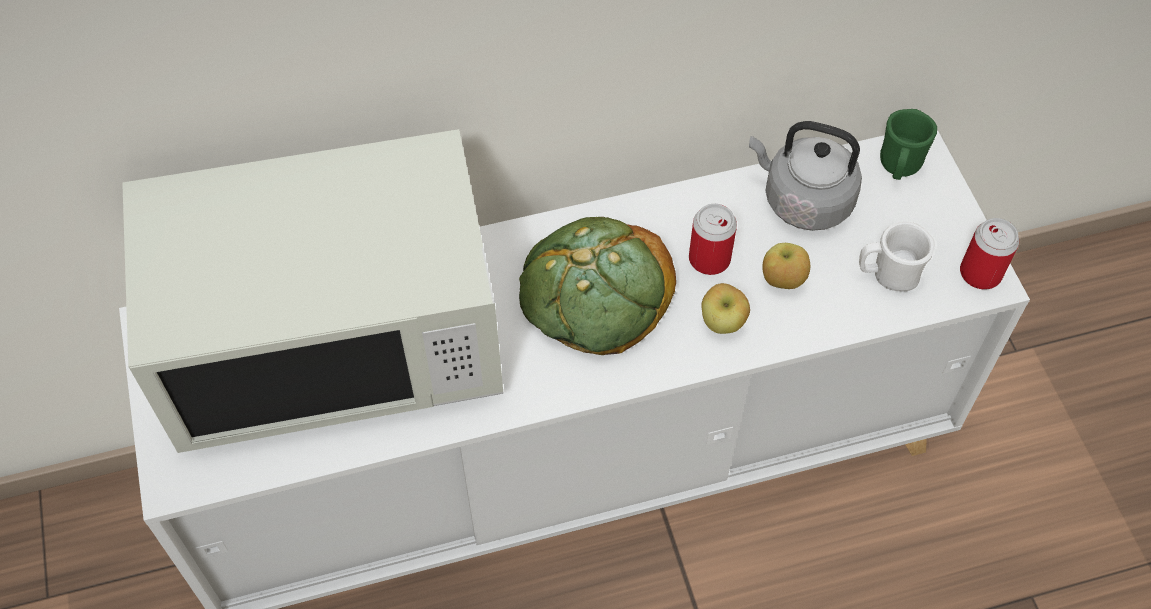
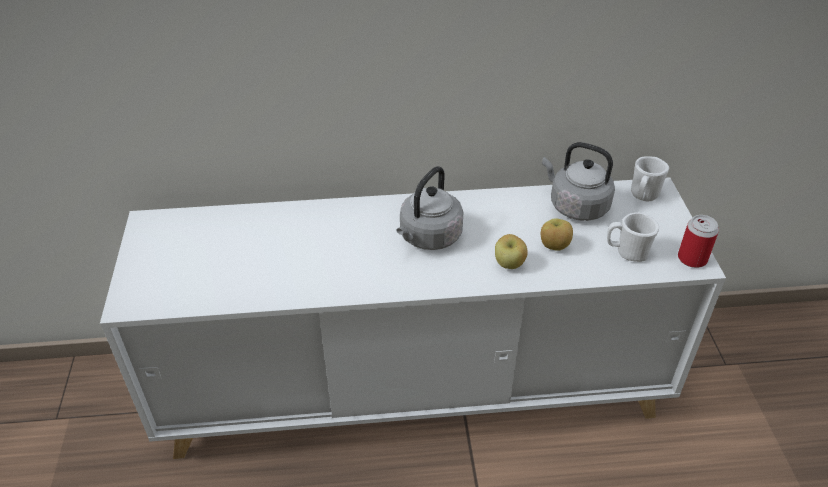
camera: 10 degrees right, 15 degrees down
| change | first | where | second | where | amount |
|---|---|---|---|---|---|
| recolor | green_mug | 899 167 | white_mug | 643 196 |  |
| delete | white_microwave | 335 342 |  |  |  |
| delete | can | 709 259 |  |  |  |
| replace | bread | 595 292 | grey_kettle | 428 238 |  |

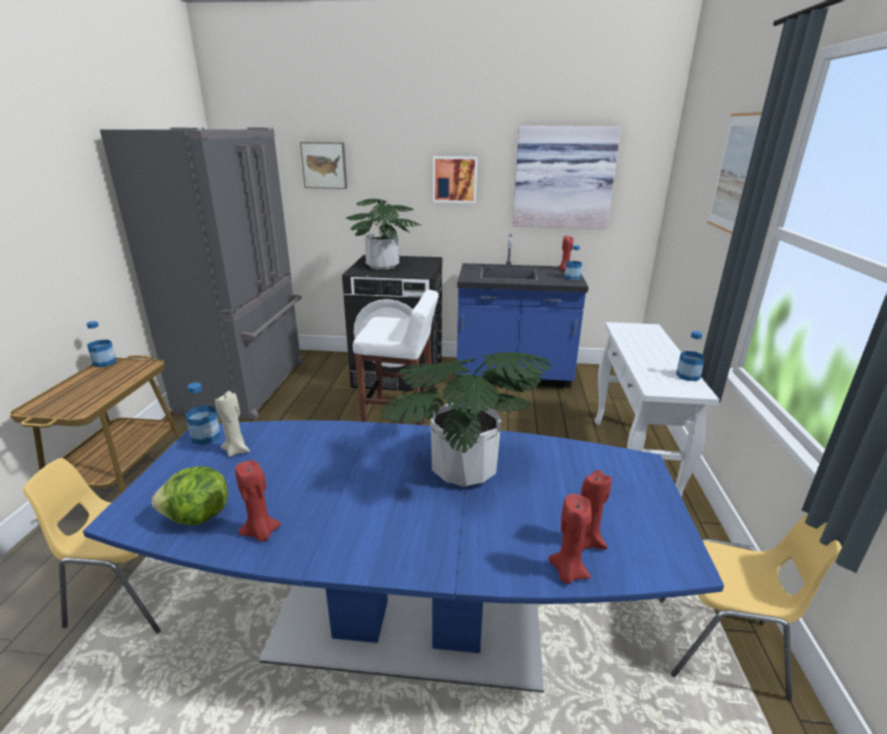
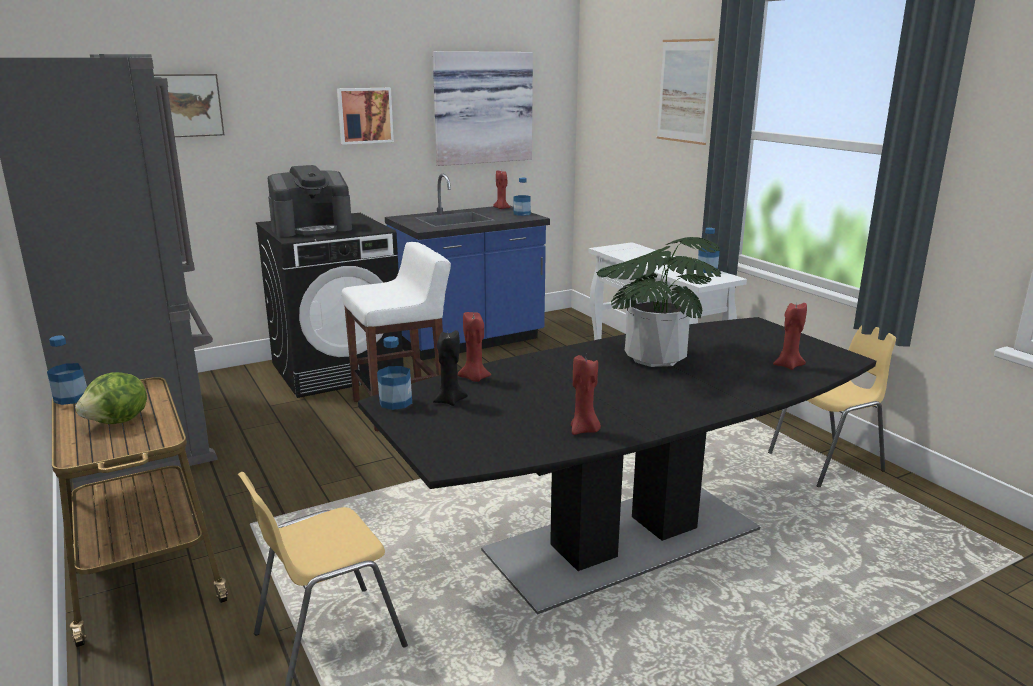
camera: 35 degrees left, 5 degrees down
| change | first | where | second | where | amount |
|---|---|---|---|---|---|
| replace | potted_plant | 382 266 | coffee_machine | 312 229 |  |
| recolor | beige_candle | 236 450 | black_candle | 449 401 |  |
| recolor | blue_dining_table | 408 627 | black_dining_table | 624 540 |  |
| move | lettuce | 198 517 |  | 118 422 |  |
| move | red_candle | 567 573 |  | 474 378 |  |

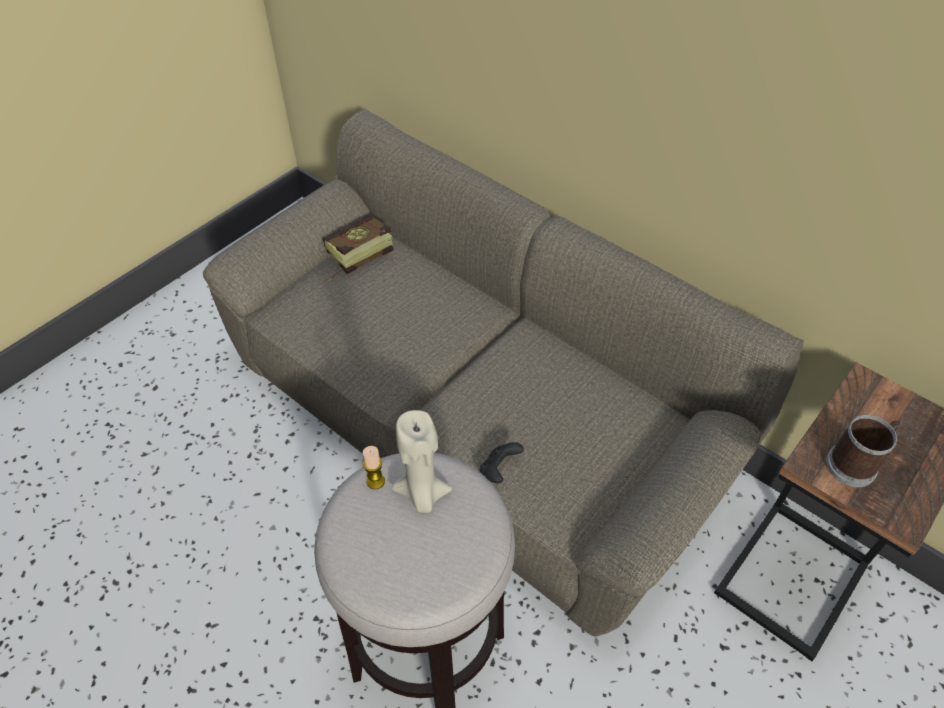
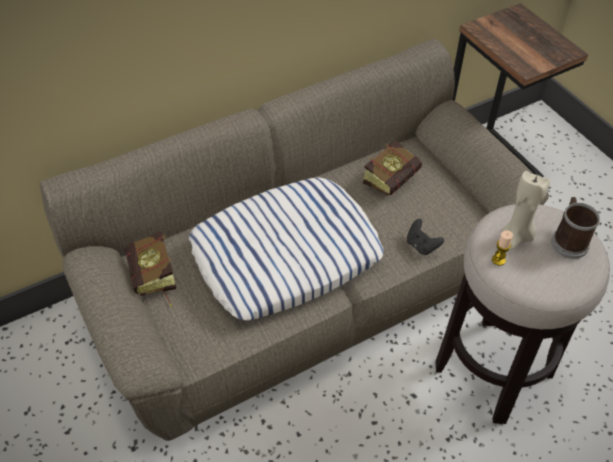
camera: 70 degrees left, 0 degrees up
| change | first | where | second | where | amount |
|---|---|---|---|---|---|
| move | mug | 855 464 |  | 568 240 |  |
| insert |  |  | book | 394 178 |  |
| insert |  |  | pillow | 286 254 |  |

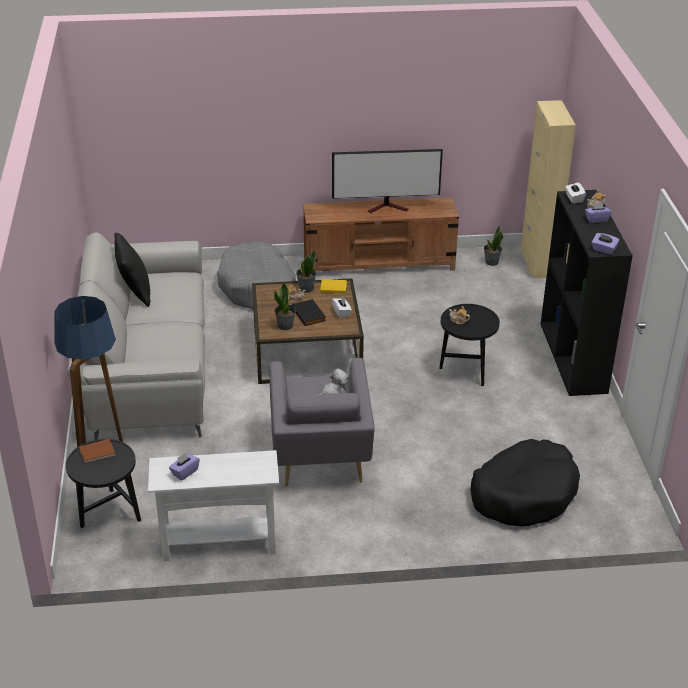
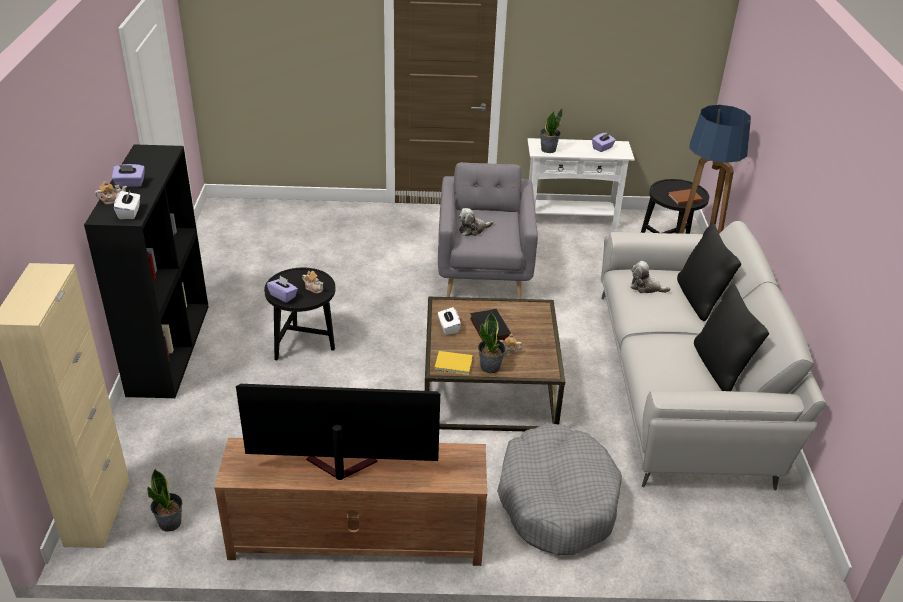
camera: 175 degrees left, 0 degrees up
| change | first | where | second | where | amount |
|---|---|---|---|---|---|
| move | purple_tissue_box | 603 250 |  | 283 296 |  |
| move | potted_plant | 285 325 |  | 548 149 |  |
| delete | black_dog_bed | 524 493 |  |  |  |
| insert |  |  | black_pillow | 700 300 |  |
| insert |  |  | plush_toy | 646 287 |  |

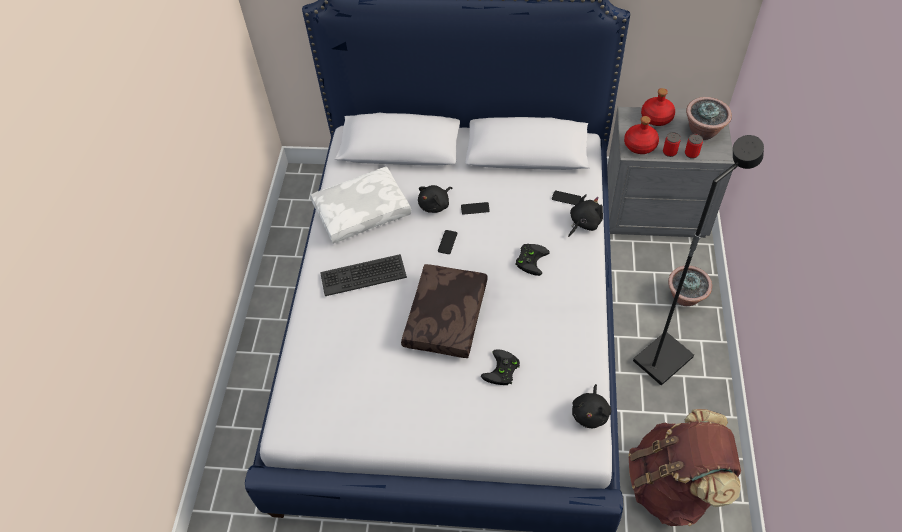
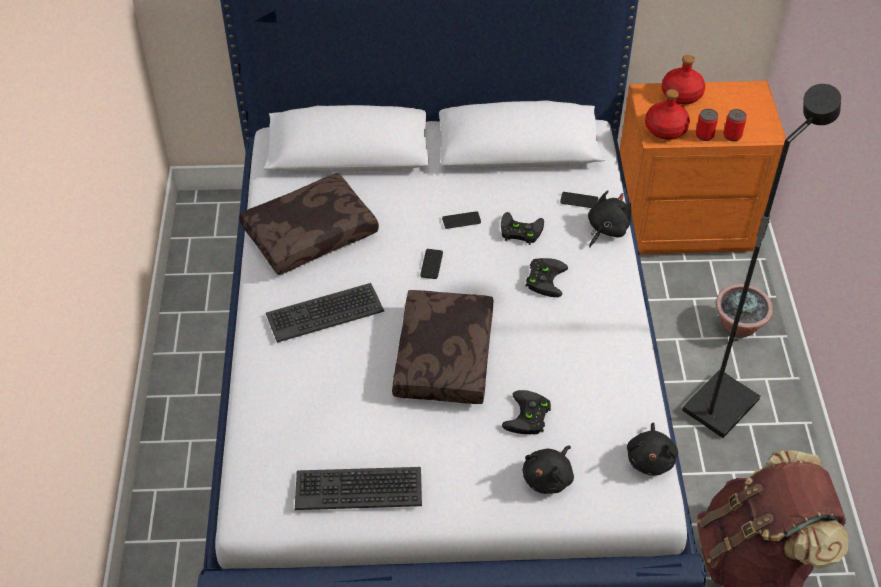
camera: 10 degrees left, 5 degrees down
| change | first | where | second | where | amount |
|---|---|---|---|---|---|
| delete | potted_plant | 703 131 |  |  |  |
| recolor | grey_nightstand | 654 210 | orange_nightstand | 683 221 |  |
| recolor | white_pillow | 362 210 | brown_pillow | 310 232 |  |
| move | black_plush_toy | 435 205 |  | 549 477 |  |
| insert |  |  | black_game_controller | 519 231 |  |
| insert |  |  | keyboard | 358 488 |  |

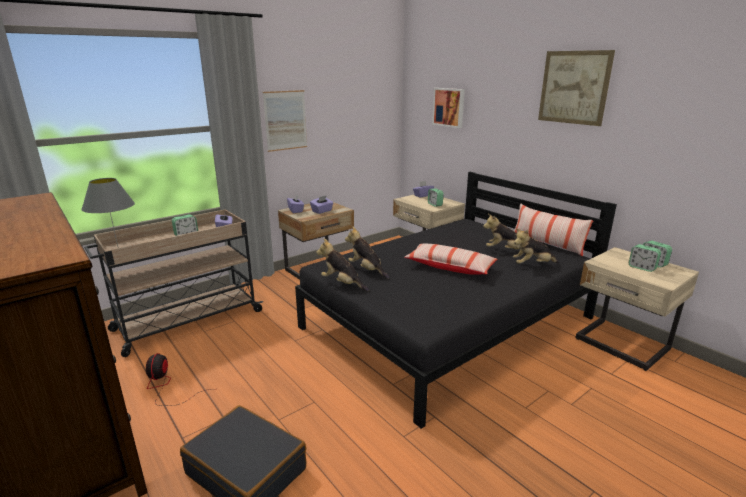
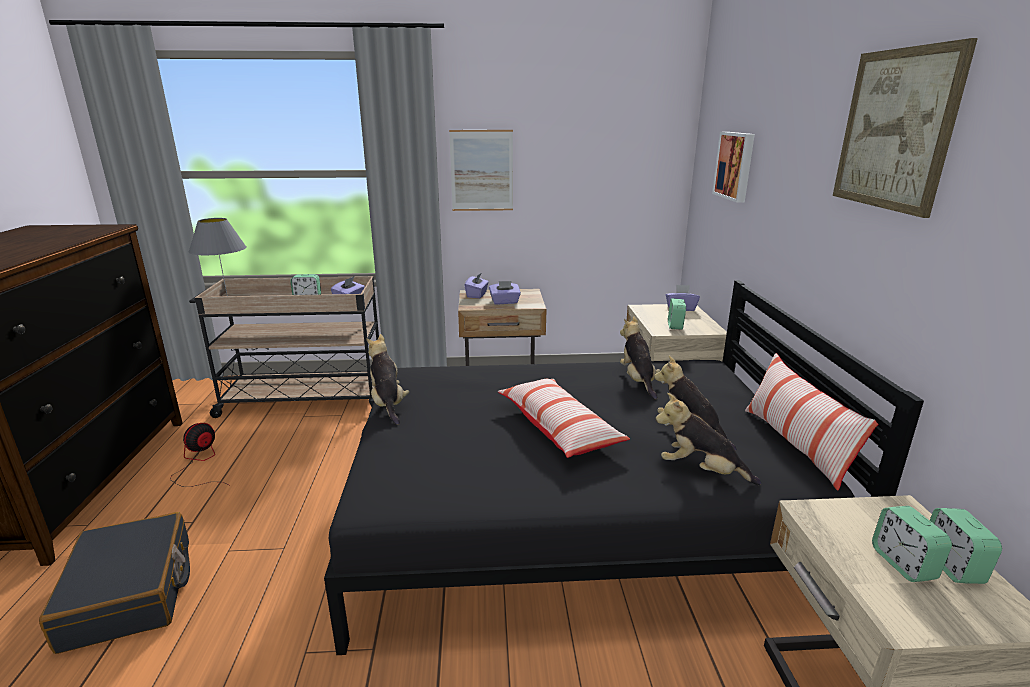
camera: 35 degrees right, 0 degrees up
| change | first | where | second | where | amount |
|---|---|---|---|---|---|
| move | plush_toy | 366 270 |  | 638 380 |  |

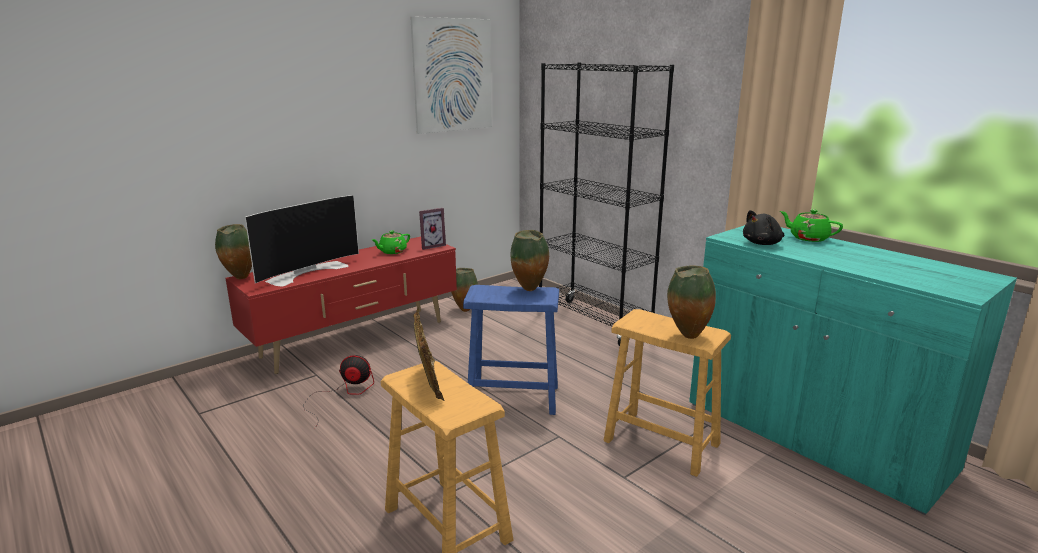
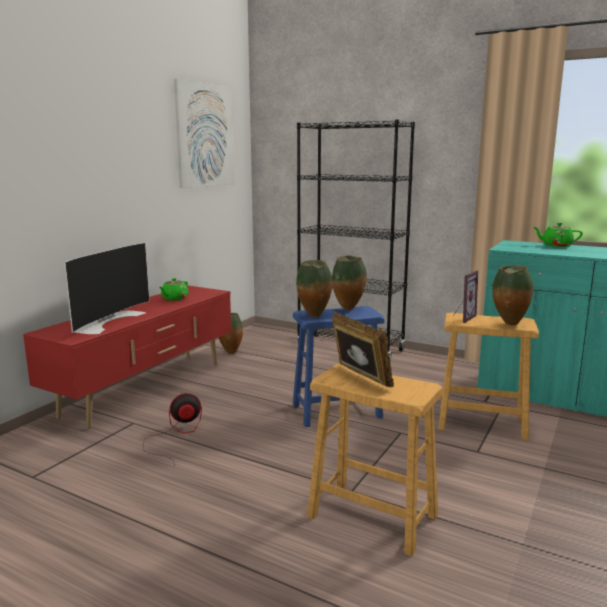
camera: 20 degrees left, 5 degrees down
| change | first | where | second | where | amount |
|---|---|---|---|---|---|
| move | picture_frame | 431 245 |  | 461 317 |  |
| delete | black_plush_toy | 763 243 |  |  |  |
| move | vase | 240 278 |  | 314 316 |  |

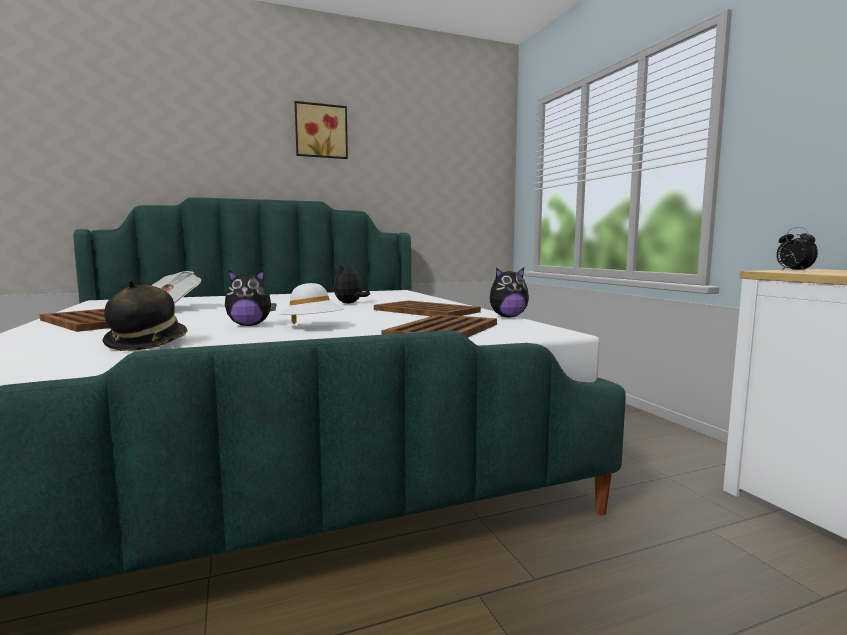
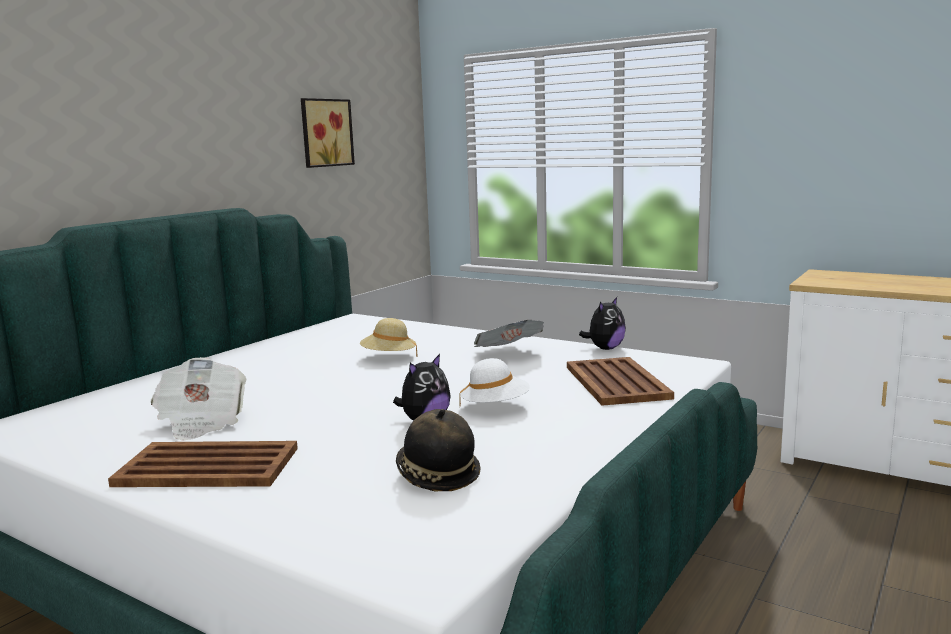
camera: 35 degrees left, 5 degrees up
| change | first | where | second | where | amount |
|---|---|---|---|---|---|
| move | picture | 321 131 |  | 325 133 |  |
| delete | alarm_clock | 793 271 |  |  |  |
| replace | plush_toy | 350 303 | beige_hat | 388 357 |  |
| replace | brown_tray | 425 311 | newspaper | 508 354 |  |

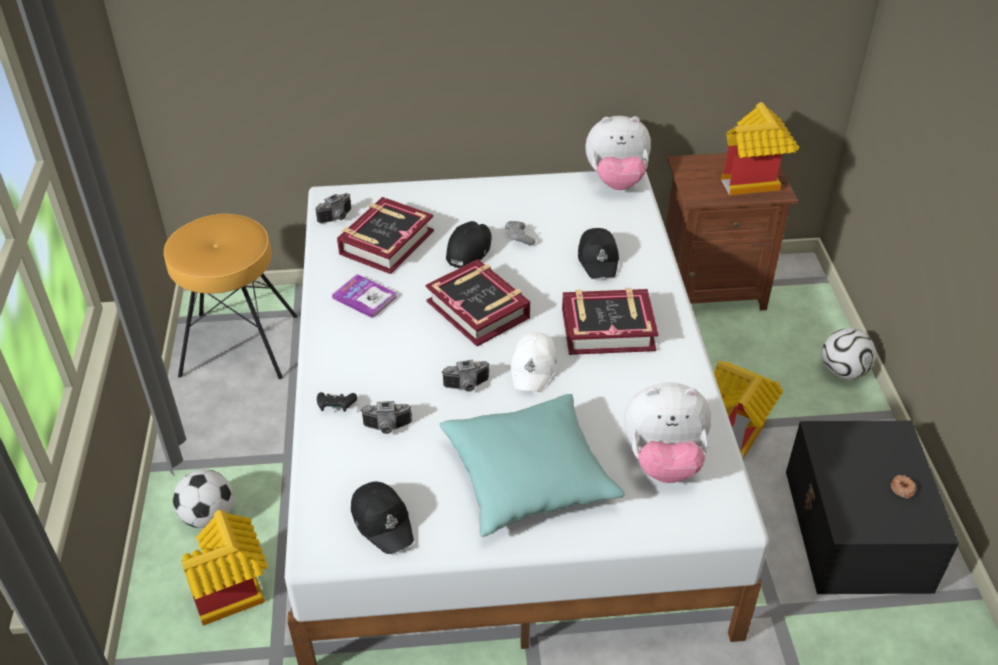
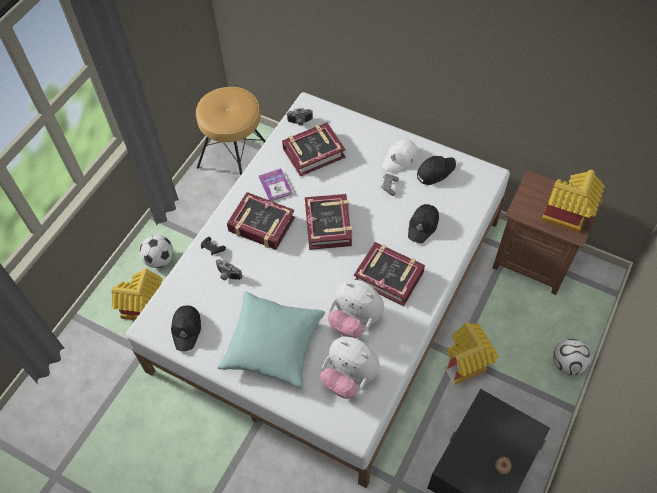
camera: 35 degrees right, 15 degrees up
| change | first | where | second | where | amount |
|---|---|---|---|---|---|
| move | plush_toy | 616 181 |  | 355 320 |  |
| move | black_cap | 469 249 |  | 435 171 |  |
| move | white_cap | 534 367 |  | 400 159 |  |
| delete | photo_camera | 467 386 |  |  |  |
| insert |  |  | book | 261 225 |  |

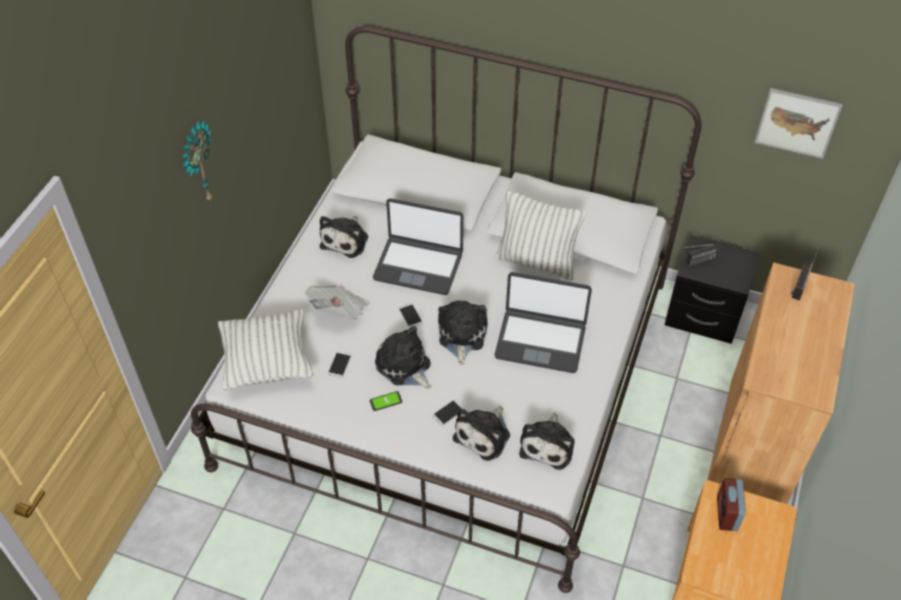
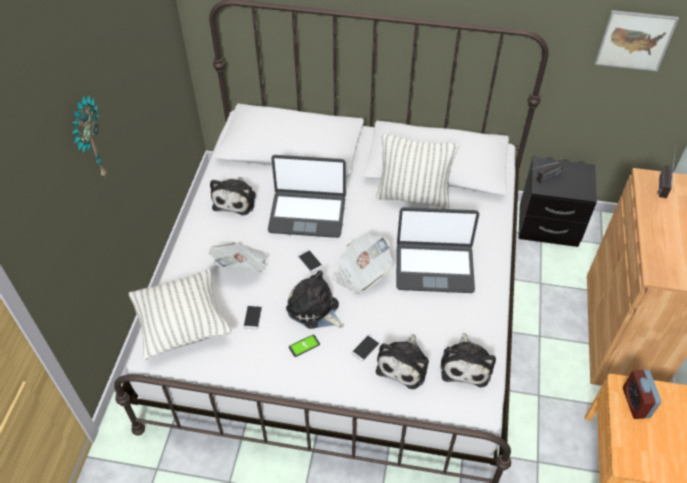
camera: 10 degrees left, 0 degrees up
| change | first | where | second | where | amount |
|---|---|---|---|---|---|
| replace | plush_toy | 461 336 | newspaper | 361 273 |  |

